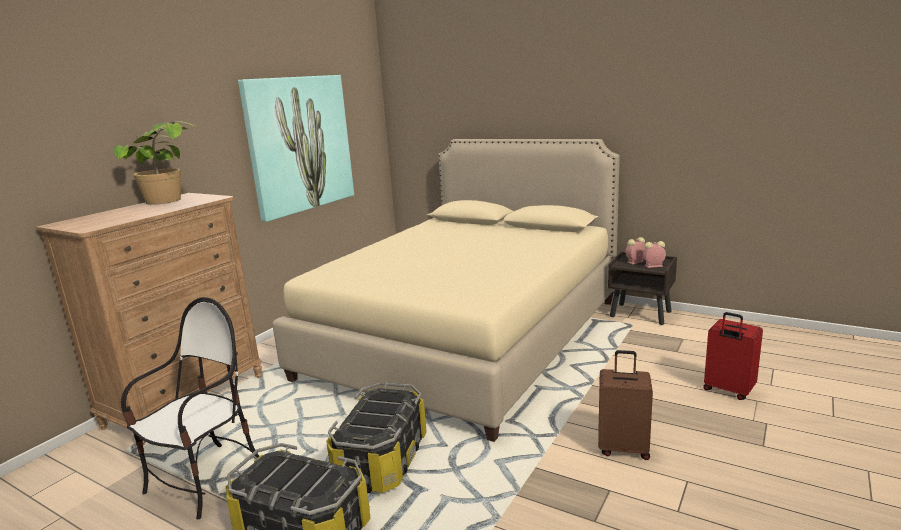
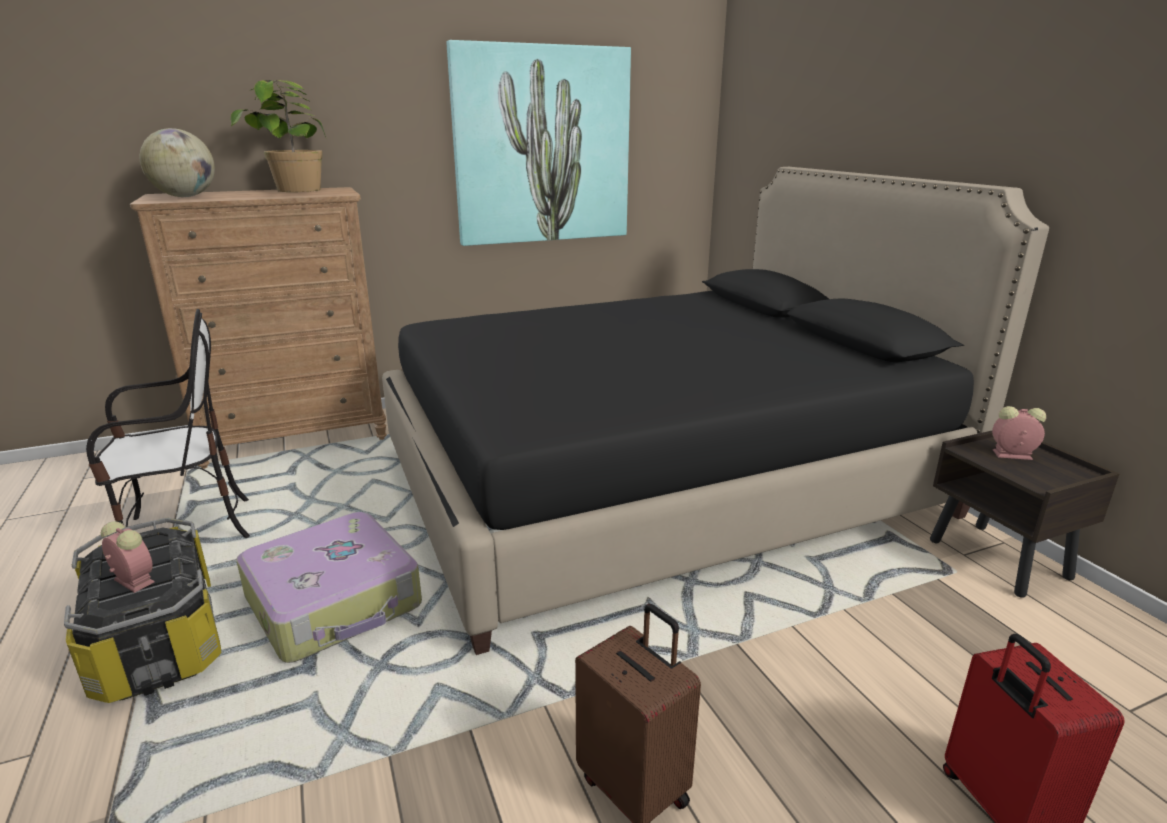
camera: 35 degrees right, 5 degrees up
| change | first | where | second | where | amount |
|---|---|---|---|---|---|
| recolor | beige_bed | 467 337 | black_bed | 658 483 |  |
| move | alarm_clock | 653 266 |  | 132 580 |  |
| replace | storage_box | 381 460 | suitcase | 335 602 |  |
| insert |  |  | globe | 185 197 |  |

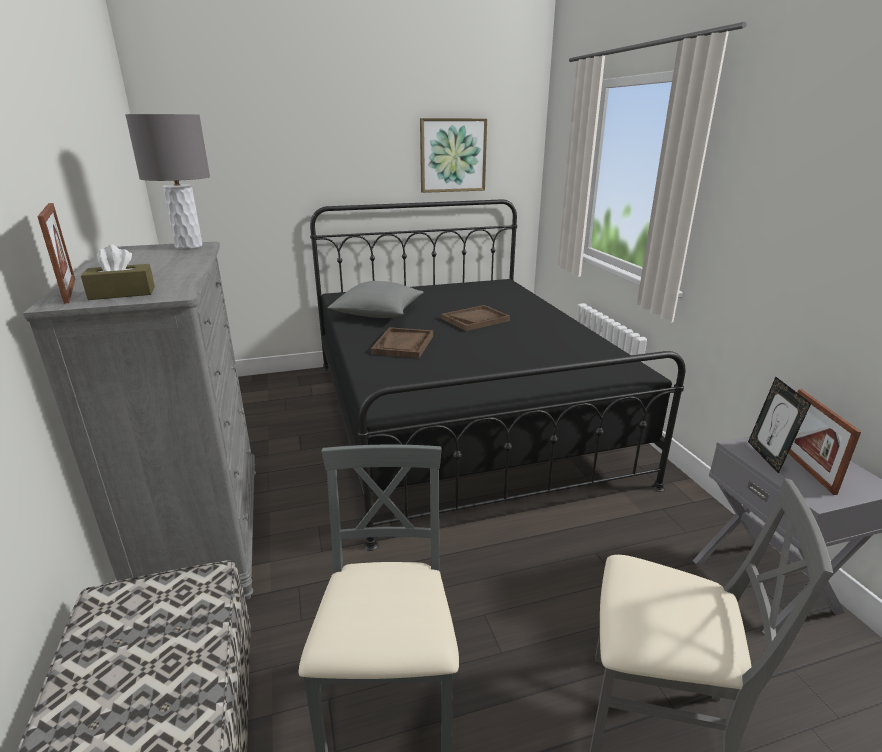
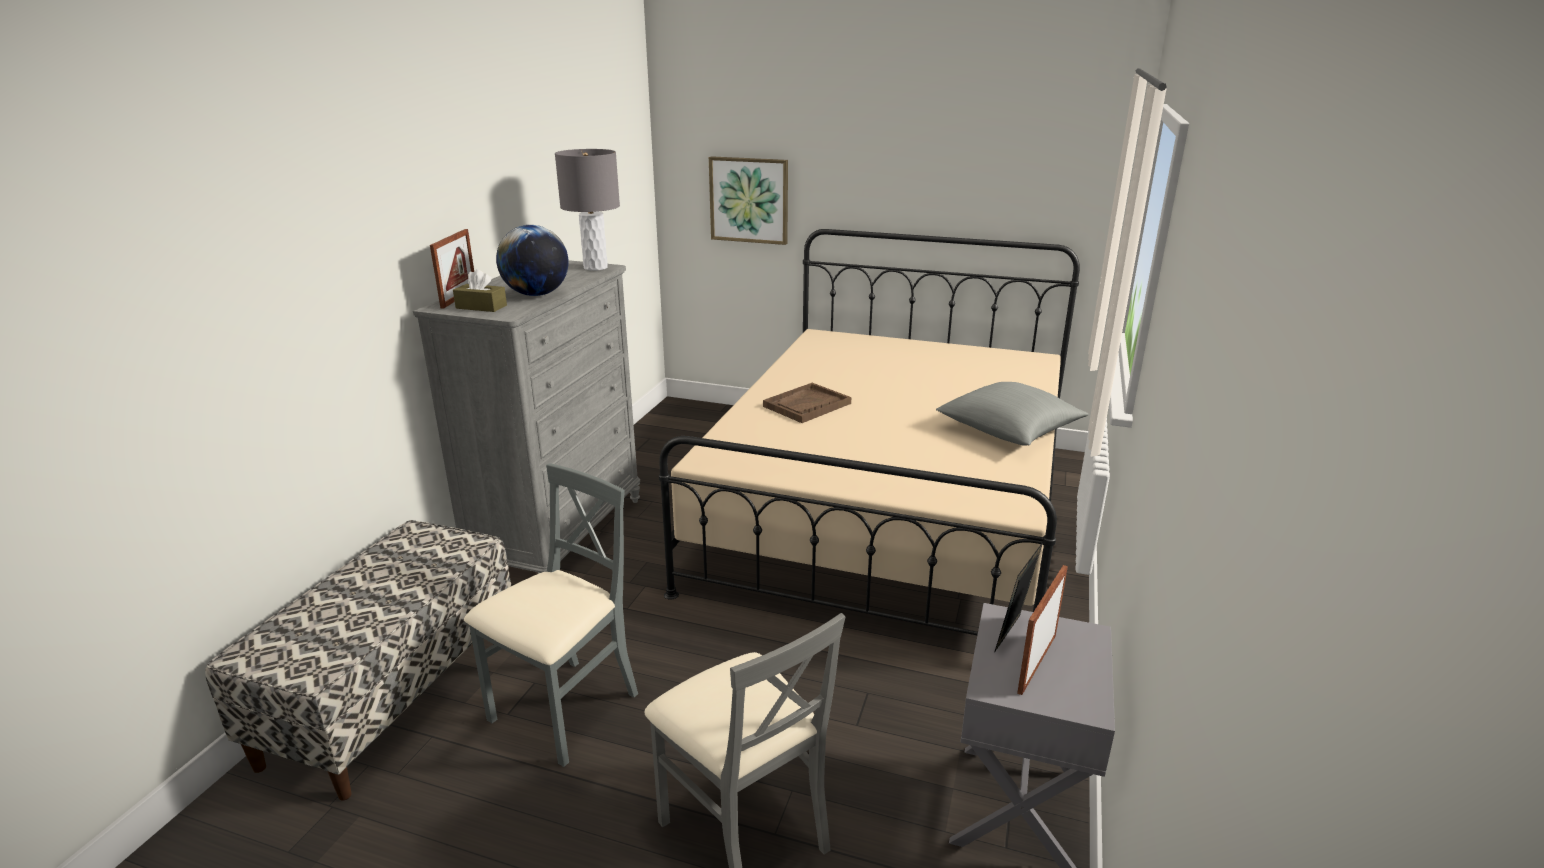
camera: 35 degrees right, 0 degrees up
| change | first | where | second | where | amount |
|---|---|---|---|---|---|
| move | picture | 452 155 |  | 749 200 |  |
| recolor | black_bed | 459 417 | beige_bed | 887 512 |  |
| move | grey_pillow | 378 313 |  | 1009 430 |  |
| delete | brown_tray | 475 319 |  |  |  |
| insert |  |  | globe | 536 294 |  |

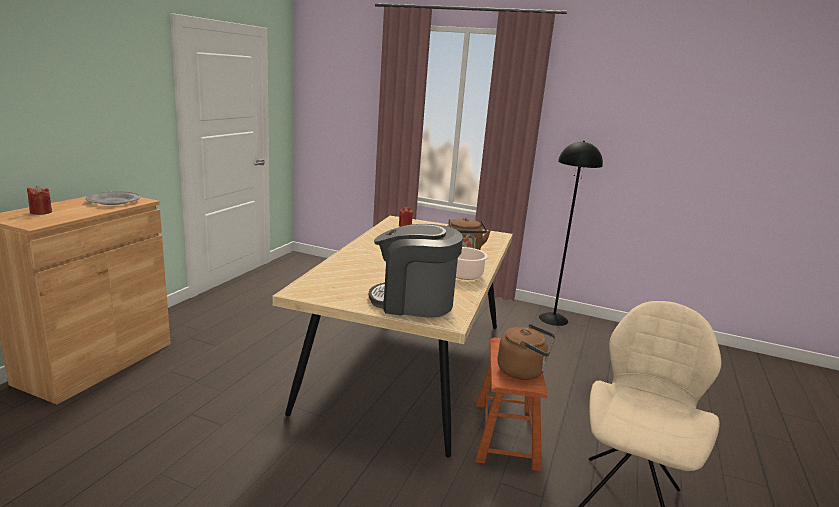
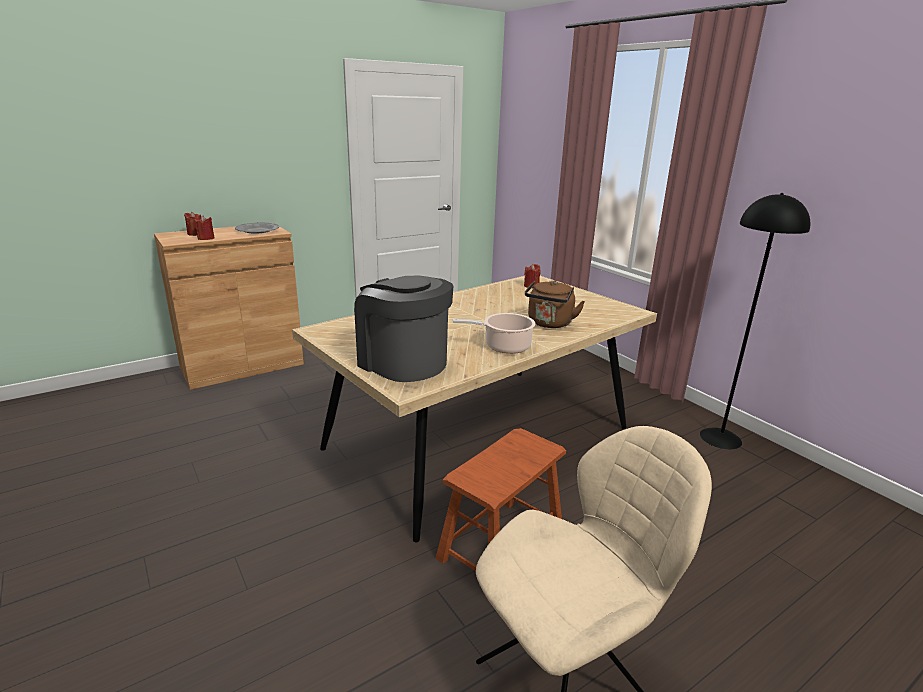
camera: 35 degrees right, 5 degrees up
| change | first | where | second | where | amount |
|---|---|---|---|---|---|
| delete | brown_kettle | 523 371 |  |  |  |
| insert |  |  | red_candle | 206 238 |  |

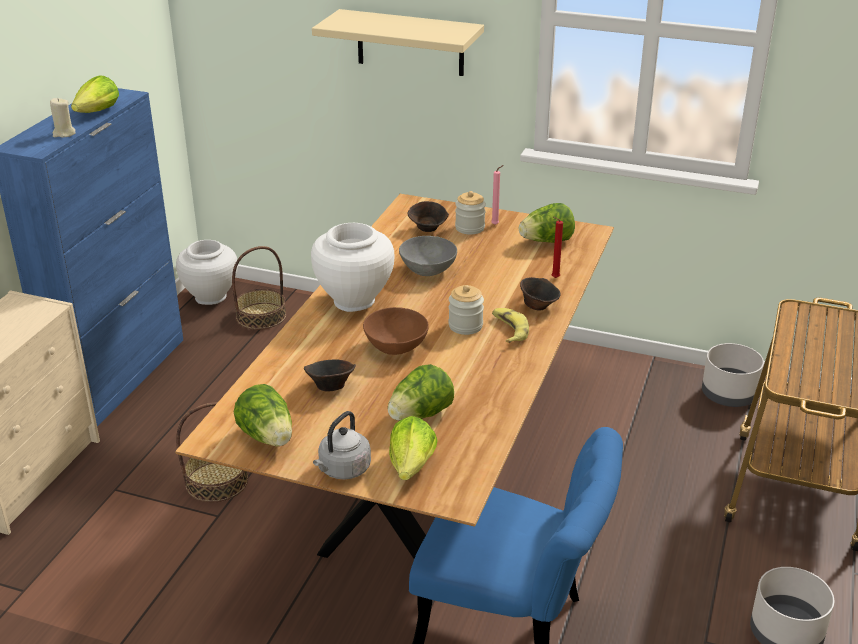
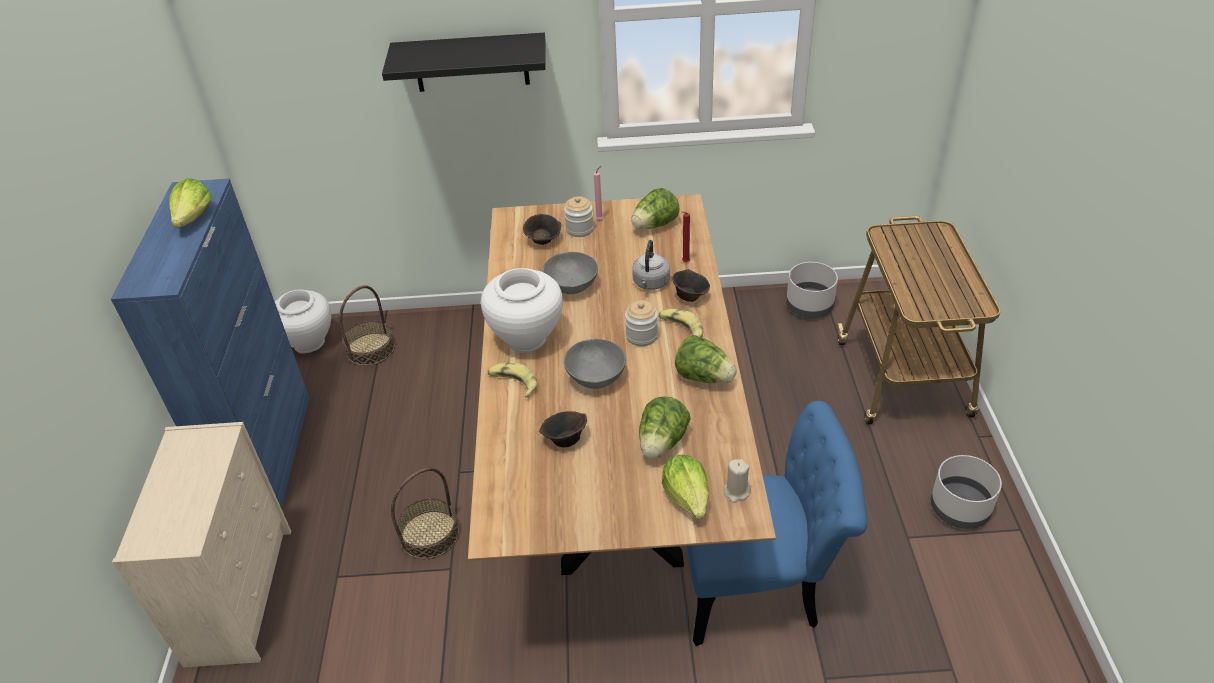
camera: 20 degrees left, 10 degrees up
| change | first | where | second | where | amount |
|---|---|---|---|---|---|
| recolor | beige_shelf | 410 43 | black_shelf | 471 62 |  |
| move | beige_candle | 64 133 |  | 736 492 |  |
| recolor | brown_bowl | 396 347 | grey_bowl | 596 377 |  |
| move | lettuce | 268 437 |  | 704 377 |  |
| move | grey_kettle | 343 470 |  | 650 283 |  |
| insert |  |  | banana | 513 383 |  |

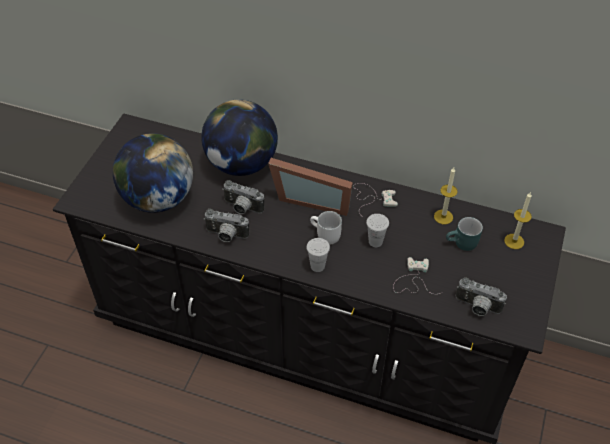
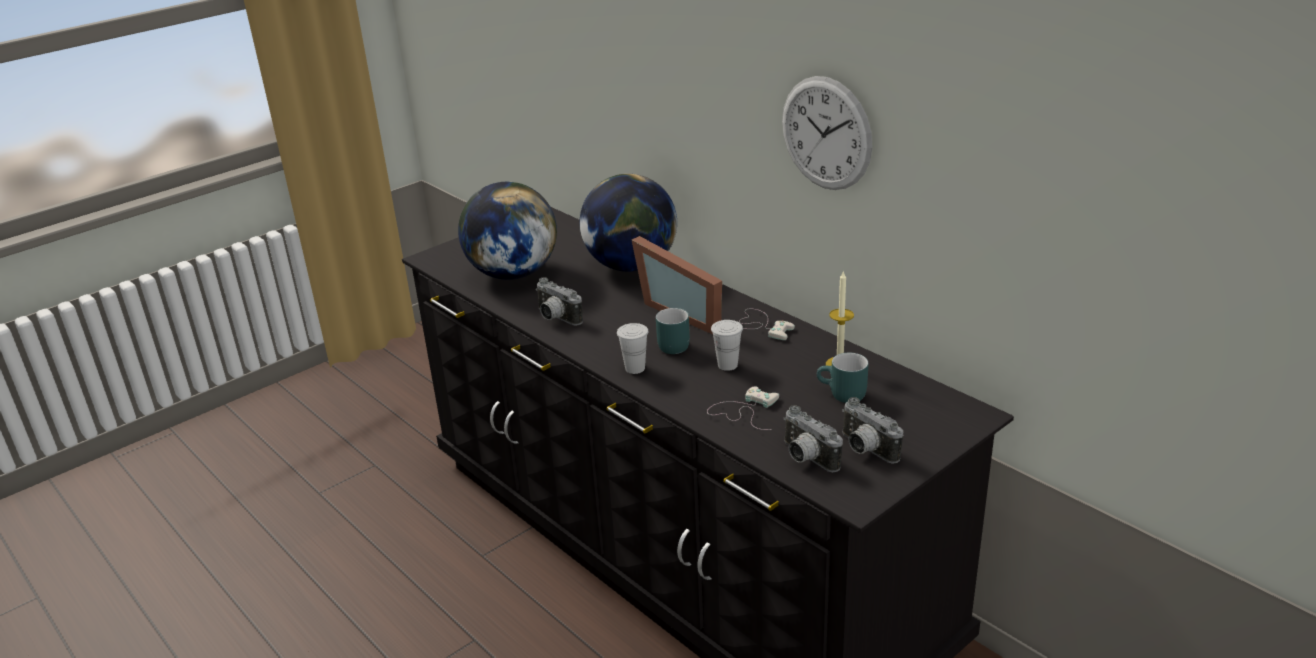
camera: 30 degrees right, 20 degrees down
| change | first | where | second | where | amount |
|---|---|---|---|---|---|
| move | photo_camera | 242 208 |  | 864 450 |  |
| delete | candle | 514 241 |  |  |  |
| recolor | white_mug | 324 236 | turquoise_mug | 669 345 |  |
| insert |  |  | wall_clock | 826 133 |  |

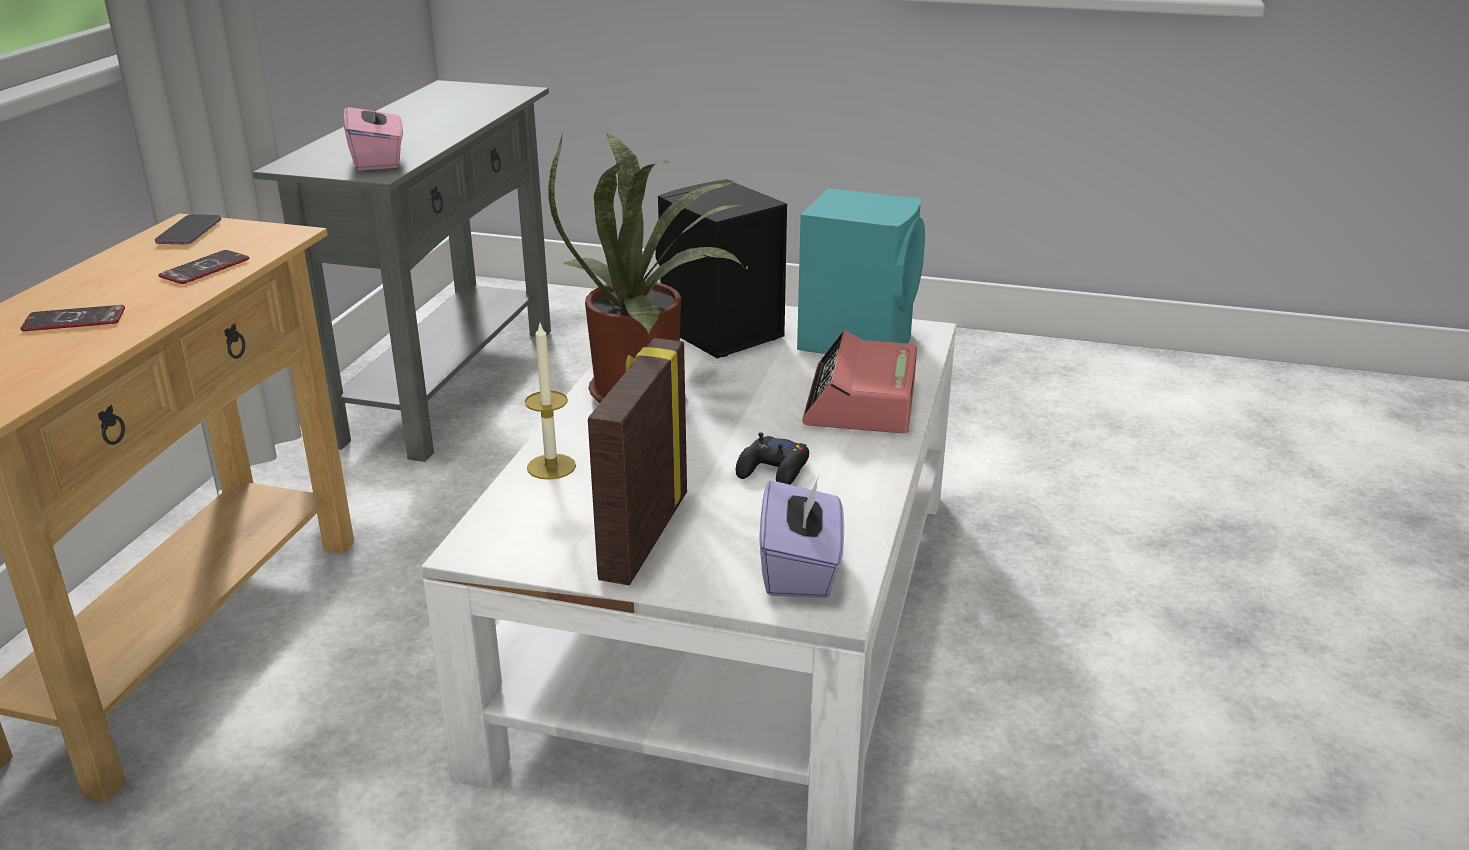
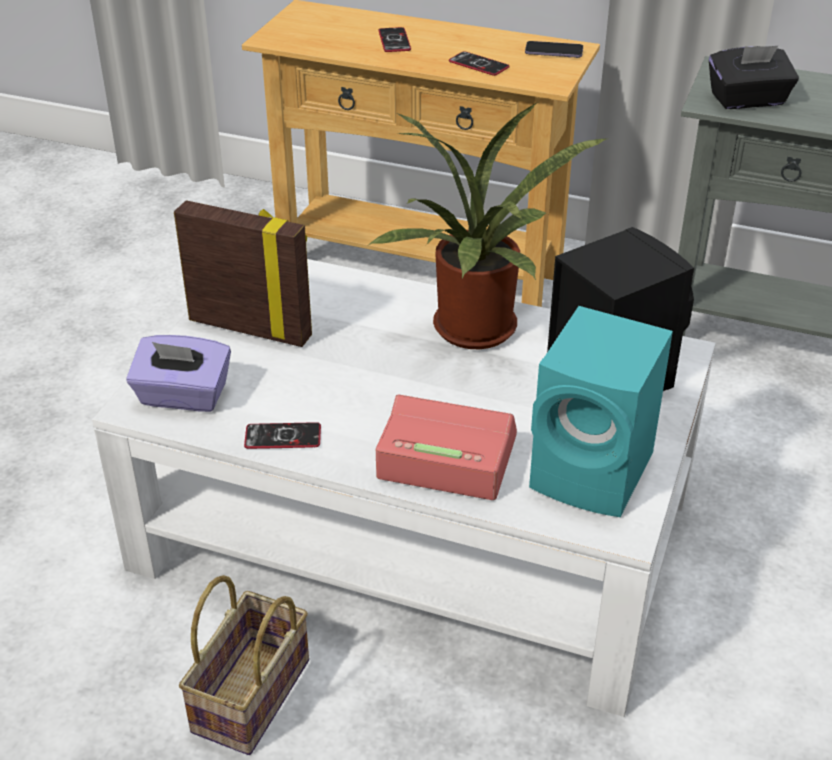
camera: 95 degrees right, 10 degrees up
| change | first | where | second | where | amount |
|---|---|---|---|---|---|
| recolor | pink_tissue_box | 378 160 | black_tissue_box | 748 100 |  |
| delete | candle | 551 467 |  |  |  |
| delete | black_game_controller | 773 470 |  |  |  |
| insert |  |  | phone | 283 437 |  |
| insert |  |  | basket | 252 699 |  |

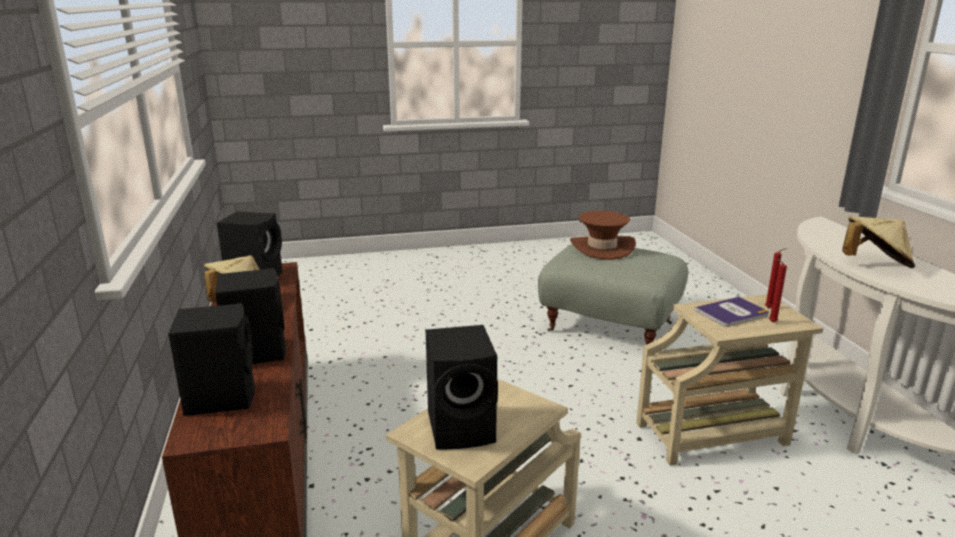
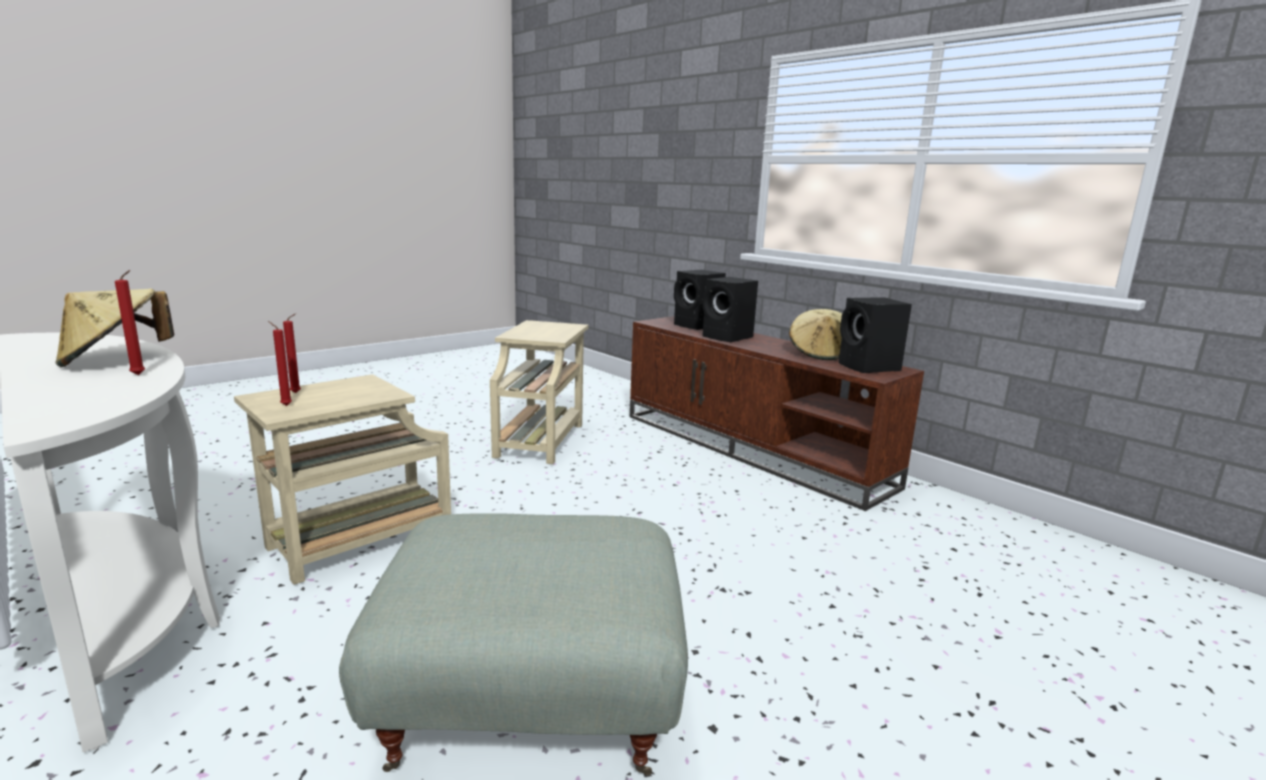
camera: 150 degrees right, 5 degrees down
| change | first | where | second | where | amount |
|---|---|---|---|---|---|
| delete | brown_hat | 602 248 |  |  |  |
| delete | book | 732 313 |  |  |  |
| delete | black_speaker | 464 427 |  |  |  |
| insert |  |  | red_candle | 140 375 |  |

